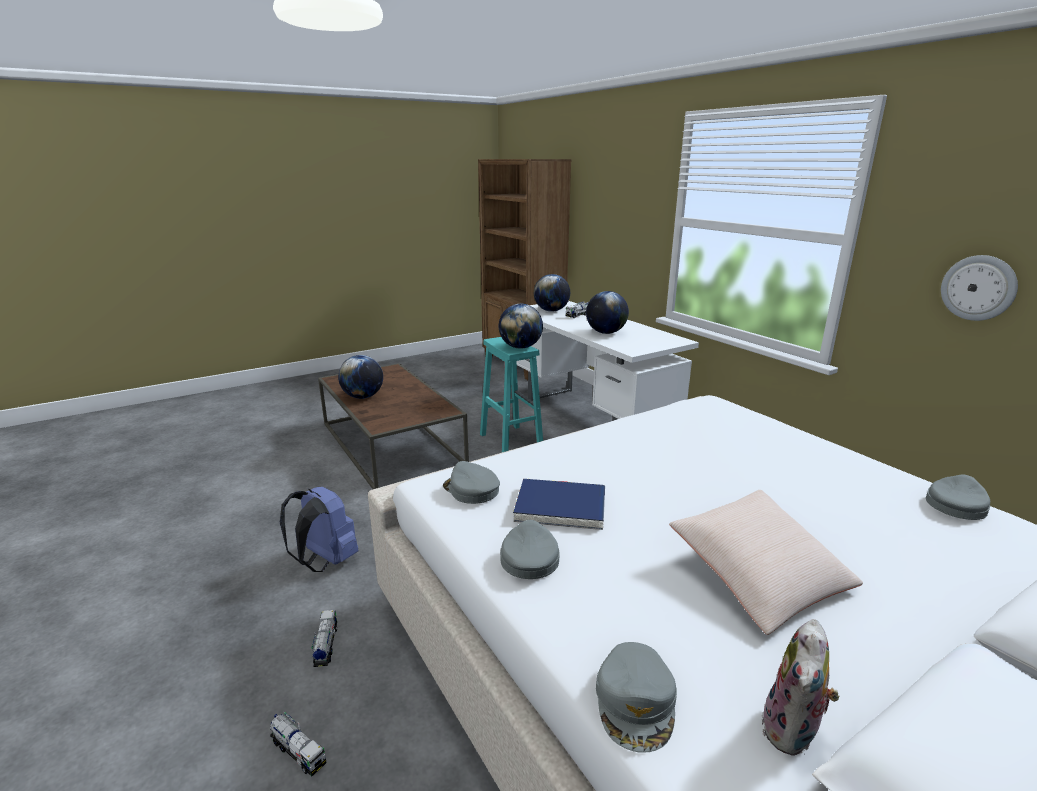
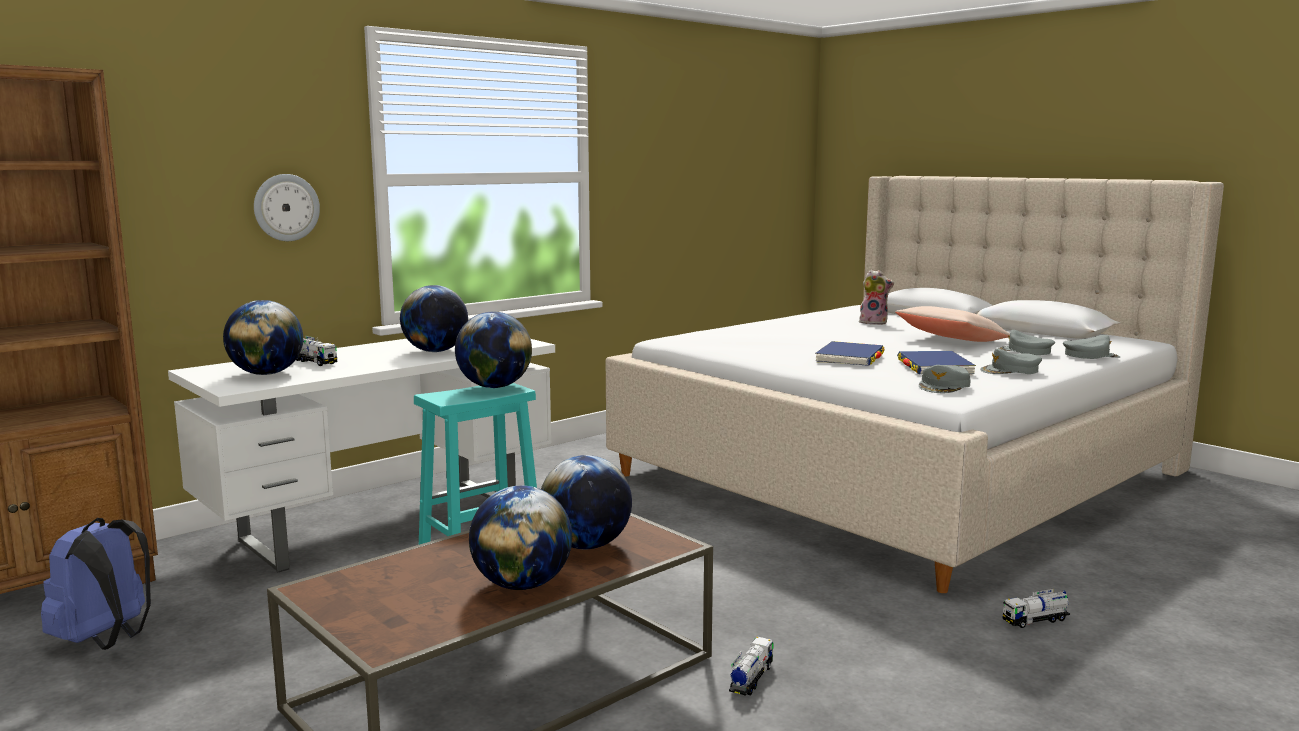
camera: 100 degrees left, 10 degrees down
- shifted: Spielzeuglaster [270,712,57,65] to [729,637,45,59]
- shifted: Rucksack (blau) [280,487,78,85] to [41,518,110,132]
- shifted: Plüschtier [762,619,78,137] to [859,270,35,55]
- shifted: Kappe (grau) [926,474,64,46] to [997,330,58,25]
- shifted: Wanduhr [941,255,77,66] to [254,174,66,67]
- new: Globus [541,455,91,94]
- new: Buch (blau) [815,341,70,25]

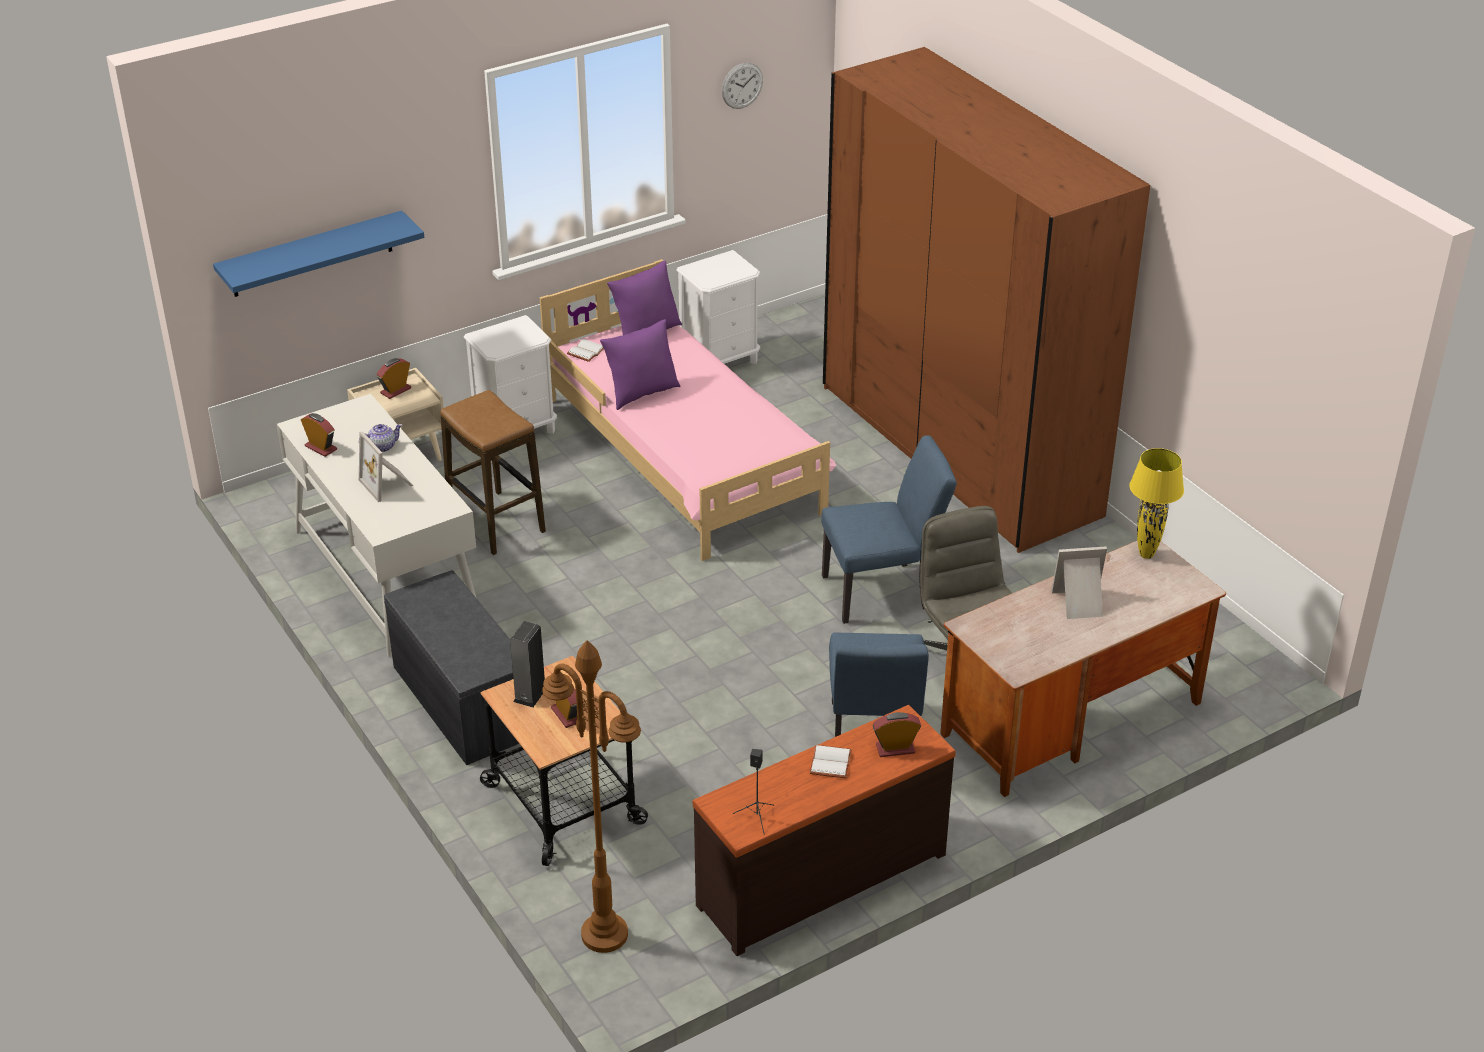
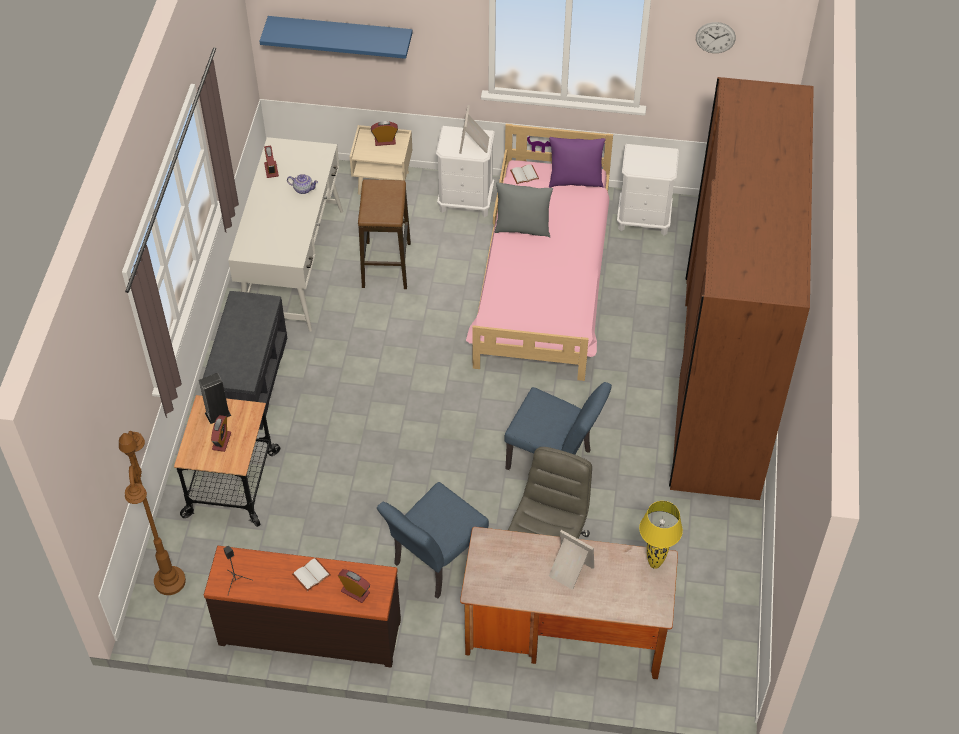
camera: 40 degrees right, 15 degrees up
- shifted: Bilderrahmen [359,431,54,71] to [459,106,30,48]
- repainted: Kissen (lila) [600,319,80,91] to Kissen (grau) [495,182,58,56]

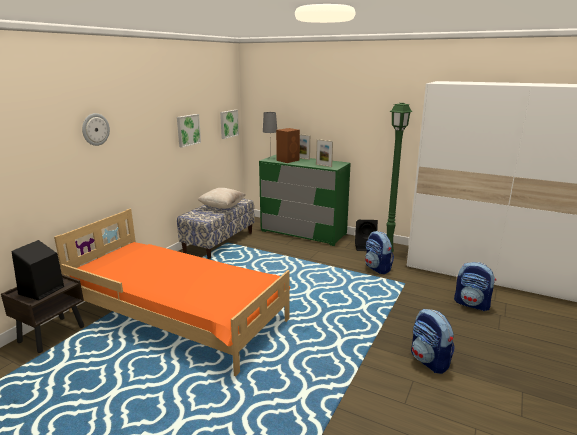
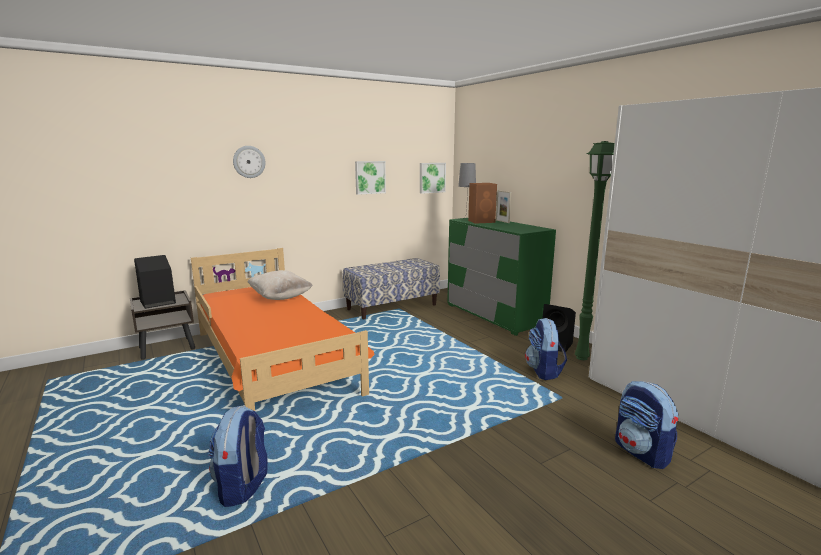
camera: 30 degrees right, 5 degrees down
- shifted: Kissen (beige) [197,188,49,21] to [247,270,66,30]
- gone: Bilderrahmen [316,139,17,28]
- shifted: Rucksack [411,309,44,65] to [208,405,60,102]

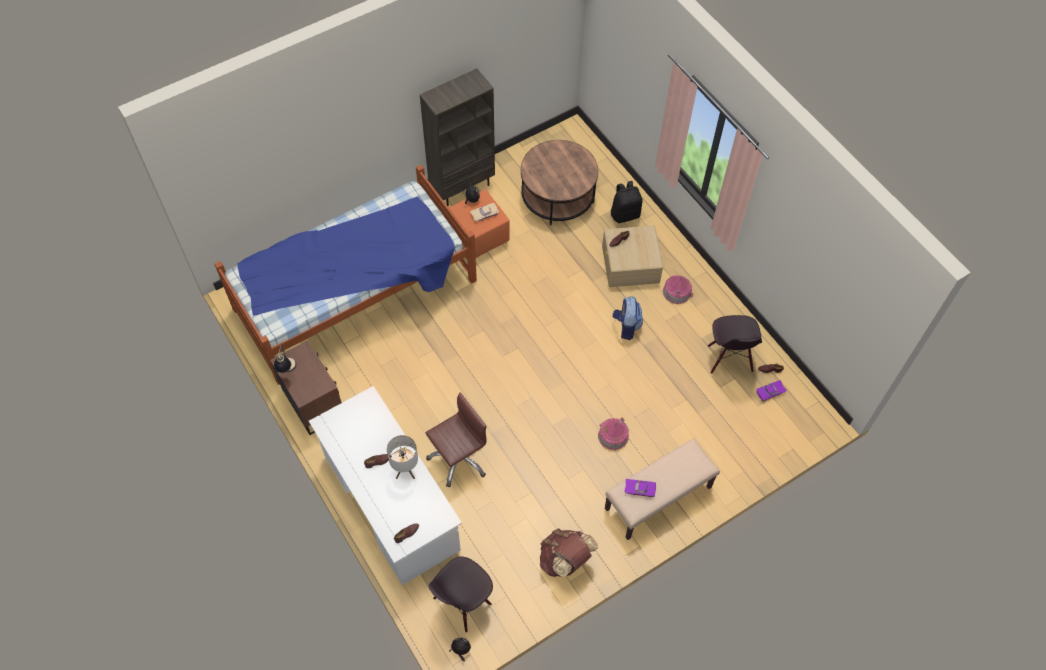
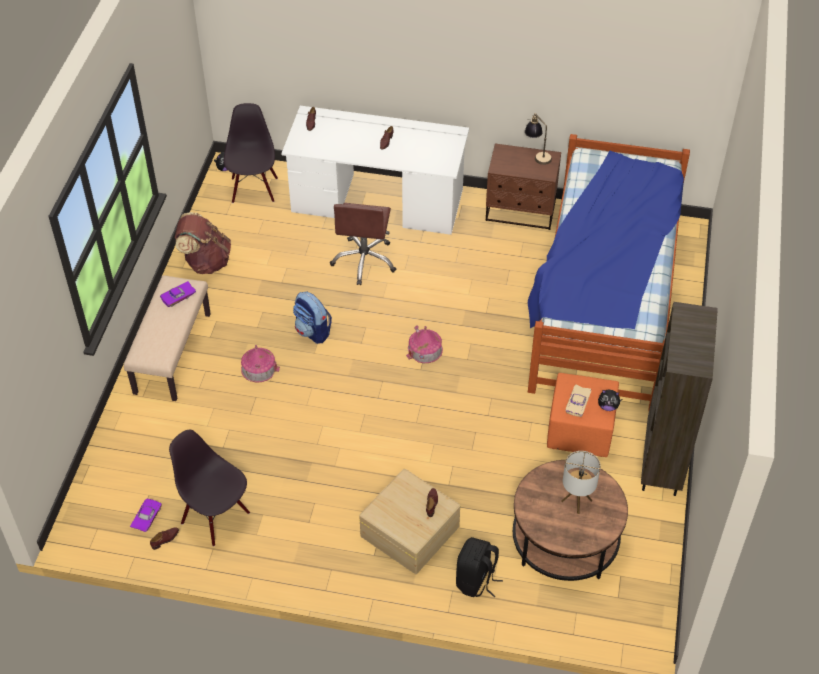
camera: 135 degrees right, 10 degrees down
- shifted: Tischlampe [387,435,31,44] to [561,451,40,63]
- shifted: Rucksack [613,296,30,44] to [293,291,39,53]
- shifted: Spielzeughaus [663,275,31,29] to [406,325,37,38]

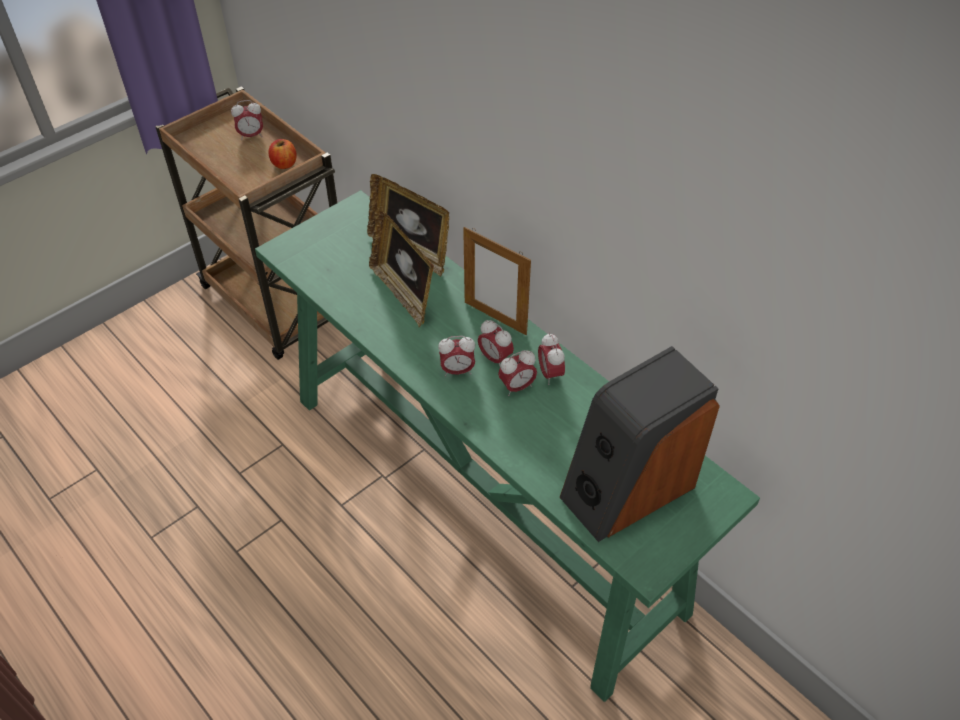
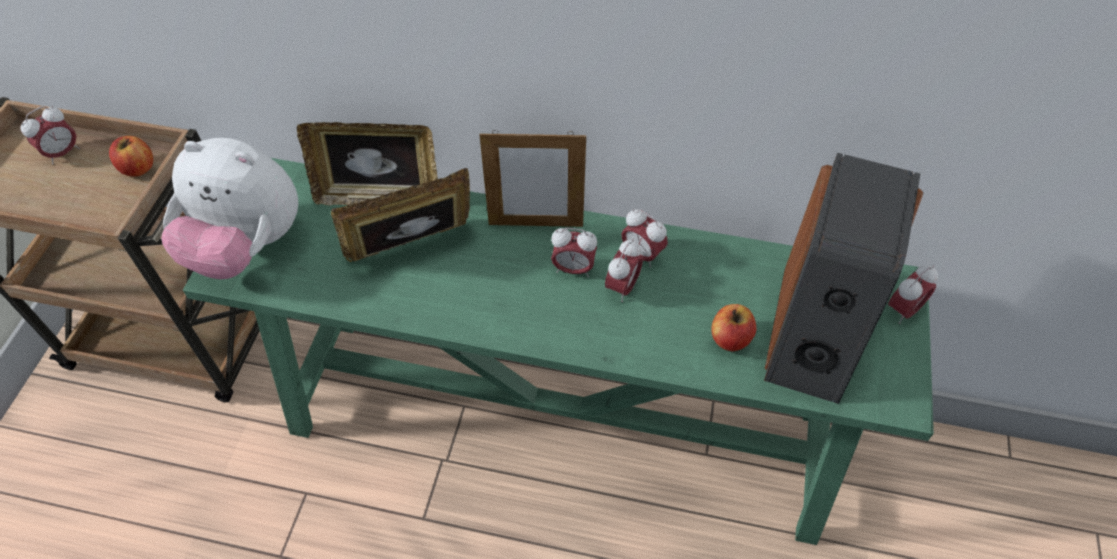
camera: 35 degrees left, 5 degrees up
- rotated: Bilderrahmen [369,208,65,119] = [331,168,139,94] 135 degrees clockwise
- shifted: Wecker [438,336,37,41] to [888,265,50,59]
- new: Plüschtier [161,138,137,141]
- new: Apfel [711,304,45,47]

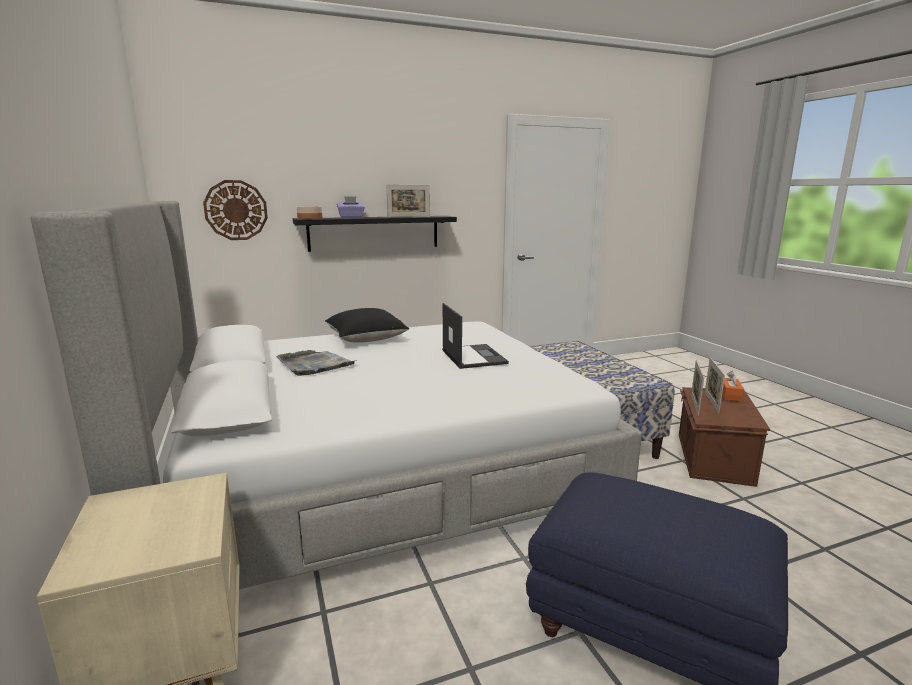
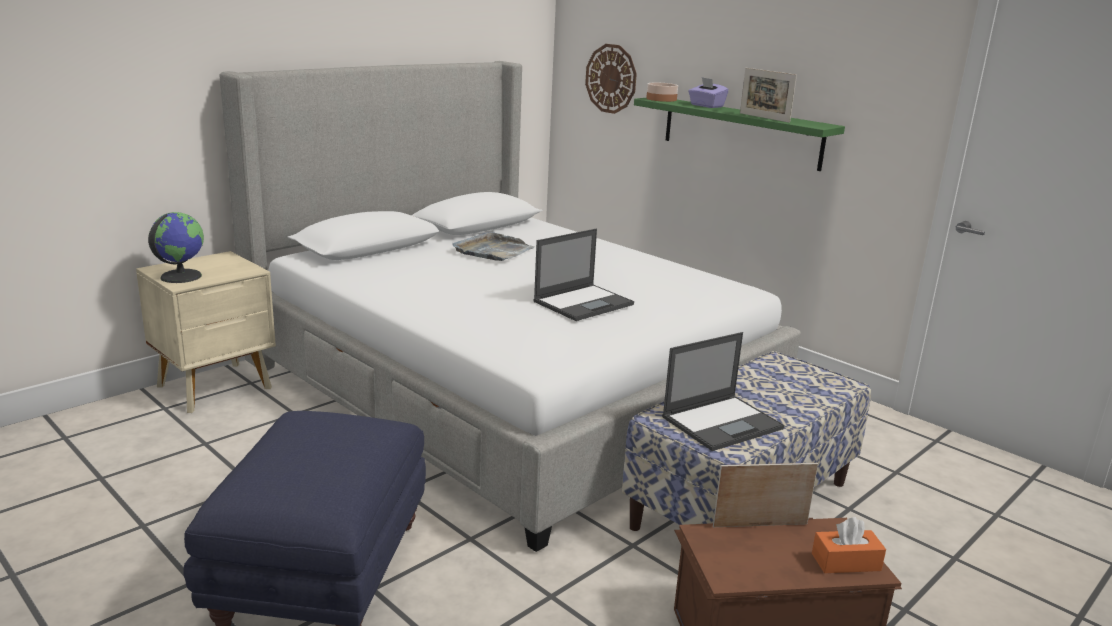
camera: 65 degrees right, 5 degrees up
- repainted: Wandregal (schwarz) [293,216,164,36] to Wandregal (grün) [634,98,211,73]
- gone: Kissen (schwarz) [325,308,84,35]
- gone: Bilderrahmen [705,358,20,55]
- new: Globus [148,212,56,71]
- new: Laptop [662,332,123,119]

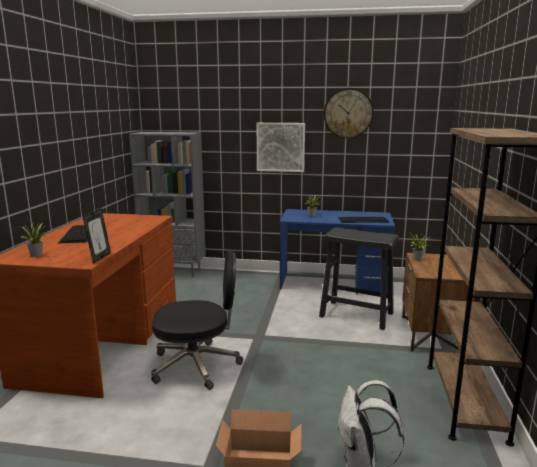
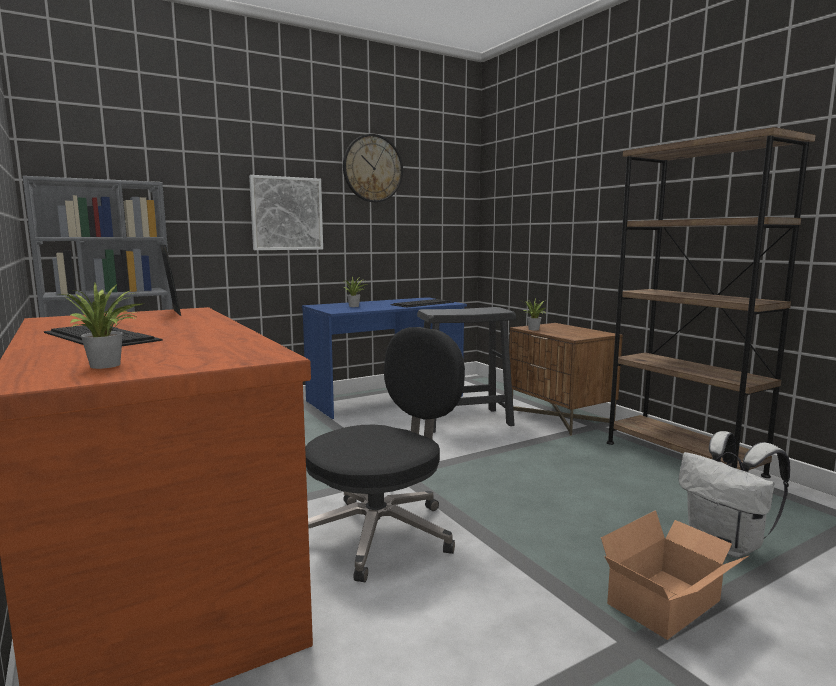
camera: 40 degrees left, 5 degrees down
- shifted: Bilderrahmen [82,208,29,56] to [160,244,21,72]

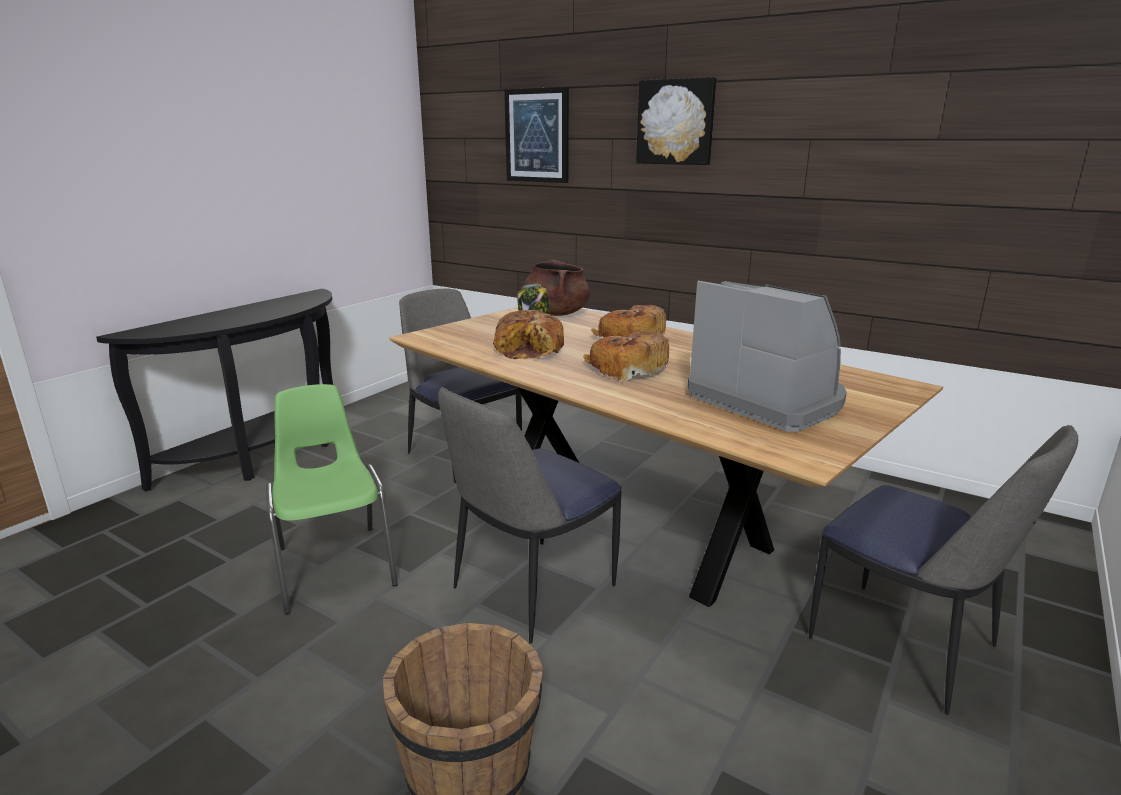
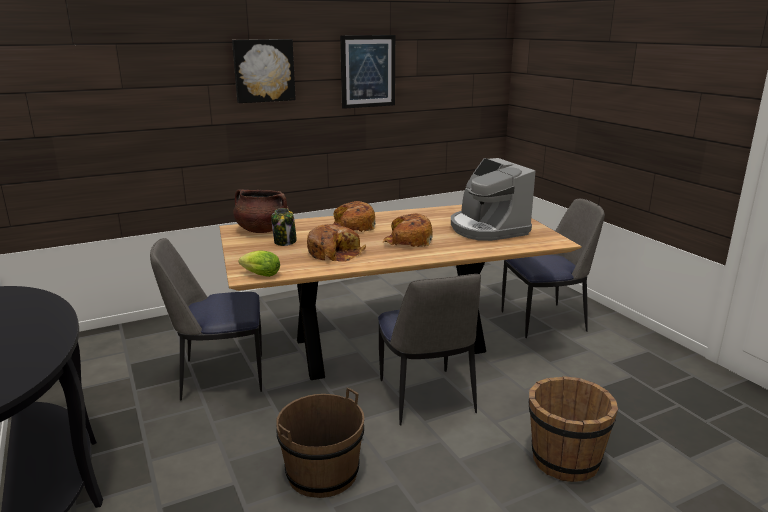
camera: 60 degrees left, 0 degrees up
- swapped: Stuhl (grün) [266,384,132,230] to Eimer (braun) [276,387,88,111]
- shifted: Bild [504,87,65,96] to [340,35,55,74]
- rotated: Kaffeemaschine [688,281,159,151] = [451,158,84,83] 105 degrees counterclockwise
- new: Salatkopf [239,250,41,27]

